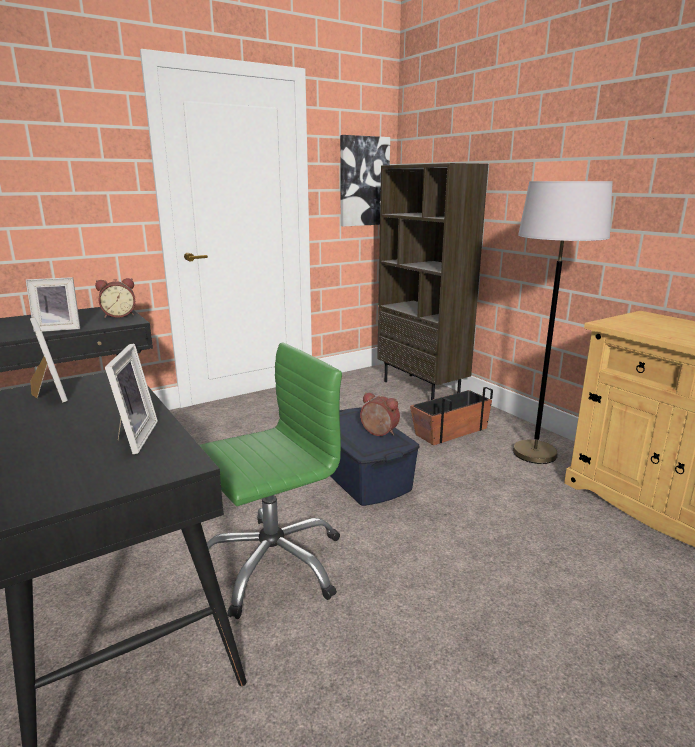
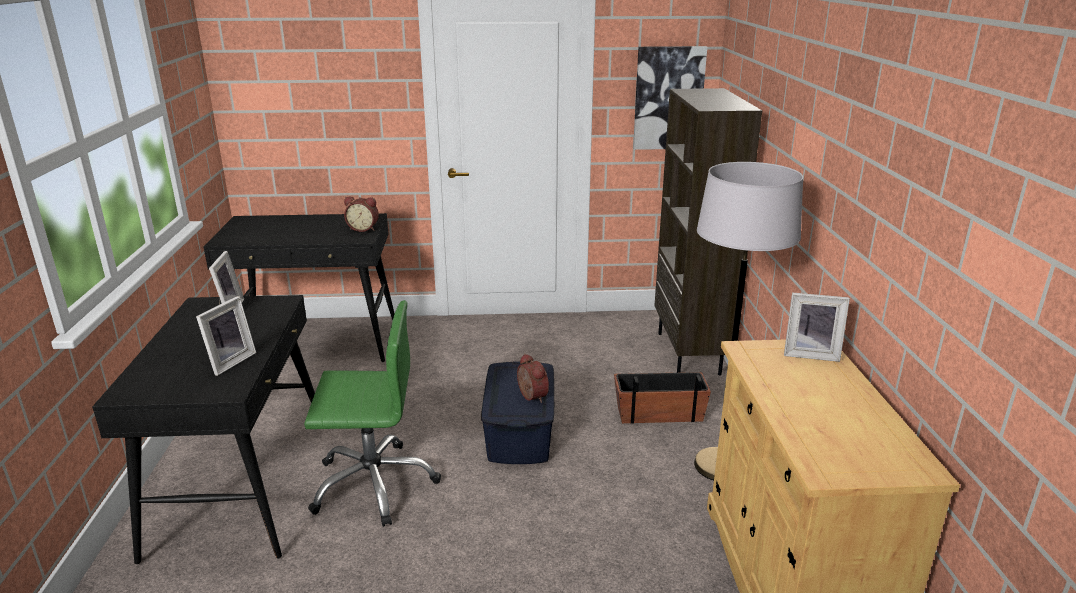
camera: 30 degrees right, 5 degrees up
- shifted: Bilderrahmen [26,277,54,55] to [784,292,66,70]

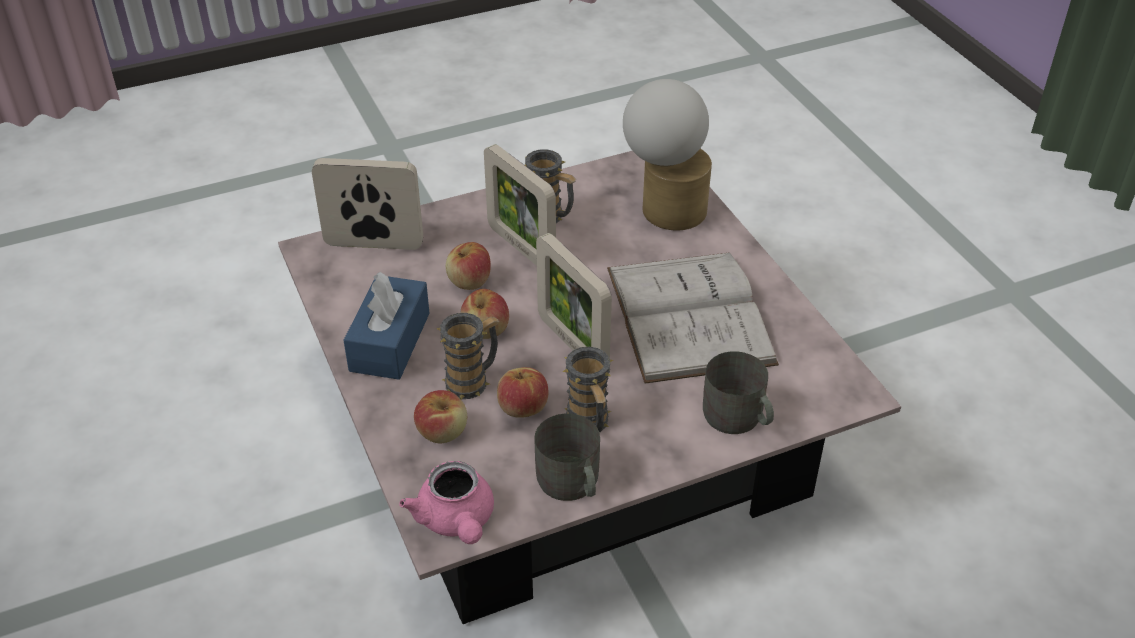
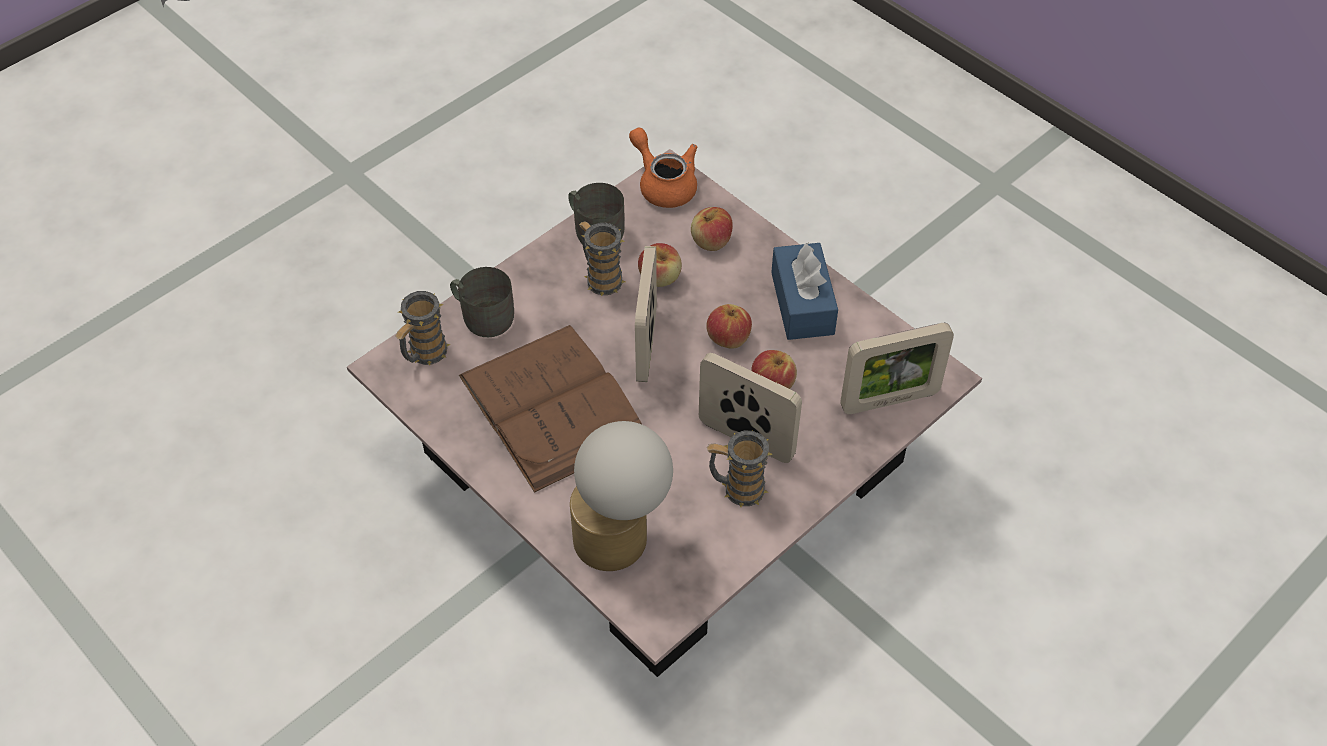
camera: 160 degrees right, 10 degrees up
- repainted: Teekanne (rosa) [399,461,95,83] to Teekanne (orange) [629,128,68,80]
- shifted: Henkelbecher [437,313,62,87] to [395,291,56,75]
- rotated: Bilderrahmen [536,233,76,126] = [635,246,22,136] 120 degrees counterclockwise
- repainted: Buch (weiß) [607,252,172,132] to Buch (braun) [459,325,183,168]

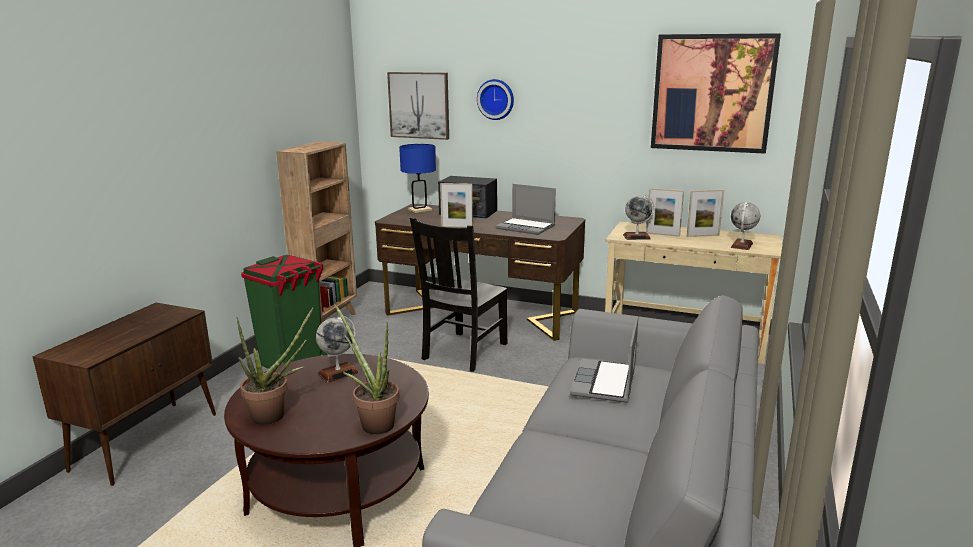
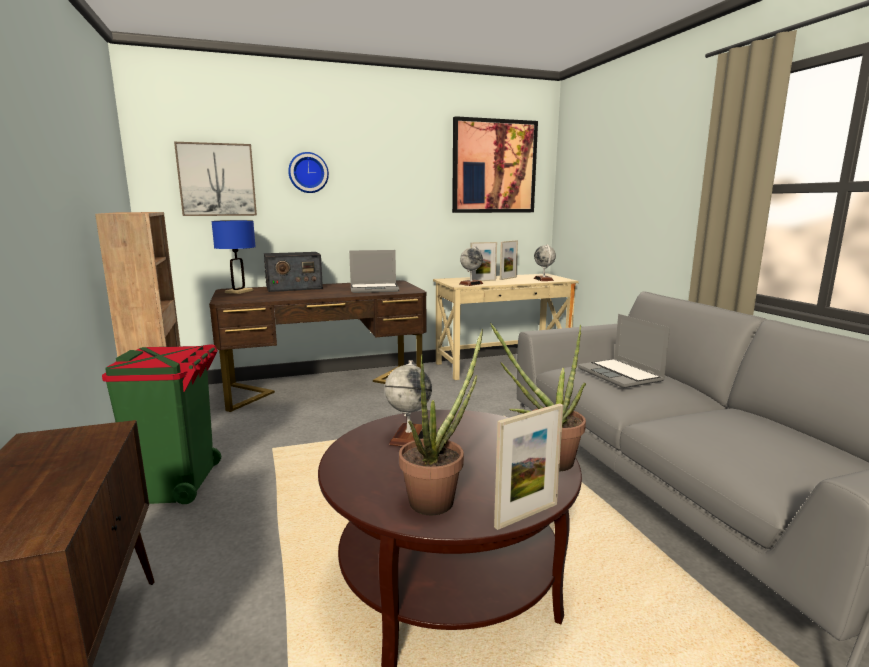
camera: 40 degrees left, 5 degrees down
- gone: Stuhl (schwarz) [410,218,98,154]
- shifted: Bilderrahmen [440,183,33,44] to [494,403,69,127]

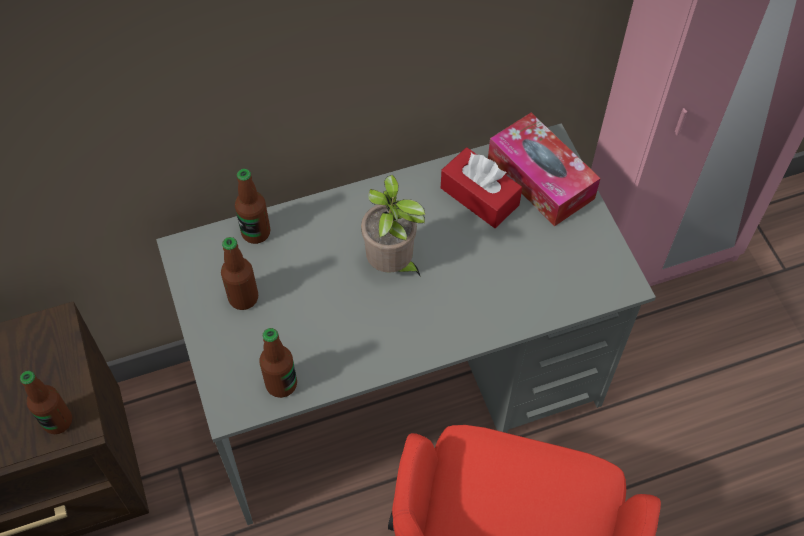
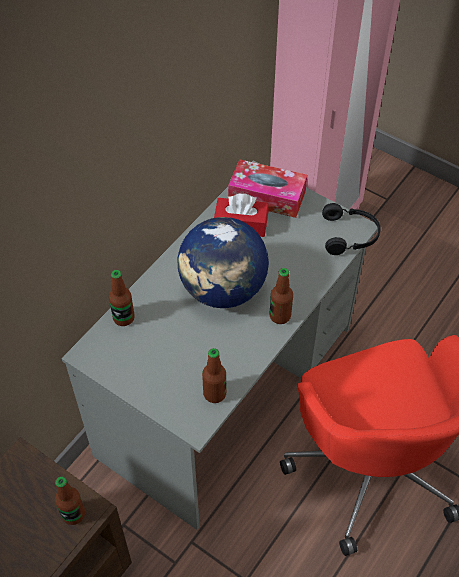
camera: 35 degrees left, 5 degrees down
- shifted: Flasche [221,237,37,73] to [269,268,24,56]
- swapped: Topfpflanze [361,175,64,102] to Globus [178,217,91,91]
- new: Kopfhörer (schwarz) [322,203,59,52]

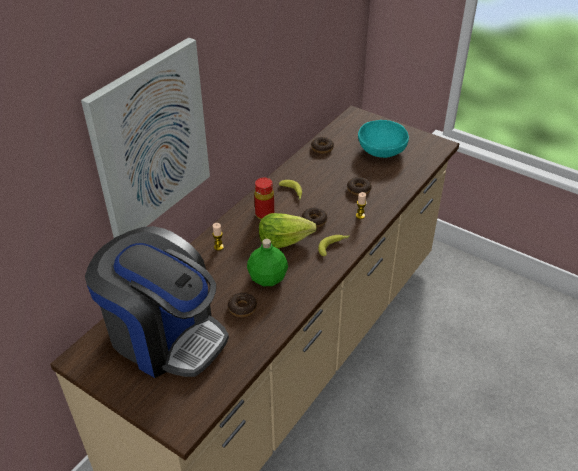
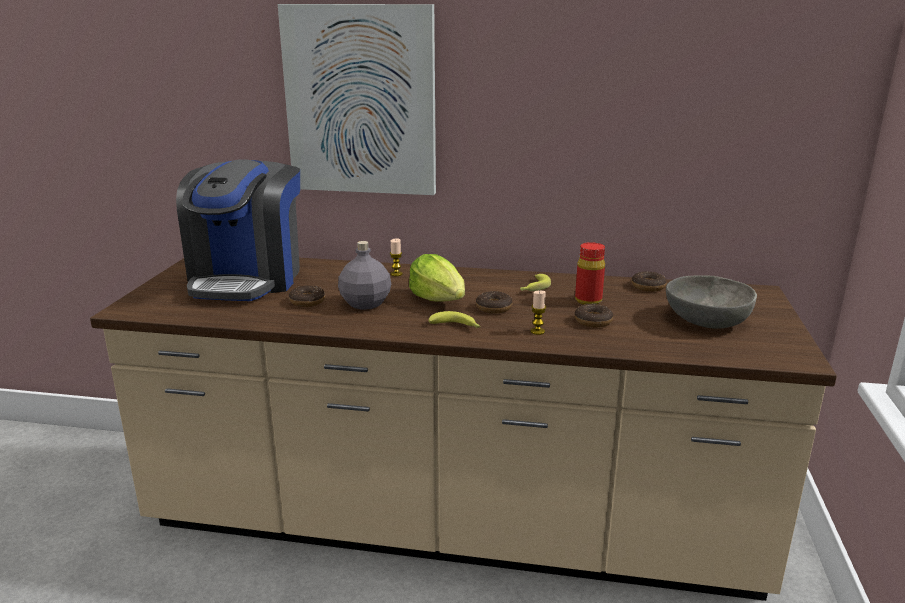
camera: 65 degrees right, 20 degrees down
- repainted: Flasche (grün) [247,239,41,47] to Flasche (grau) [338,241,53,69]
- shifted: Flasche (rot) [254,178,20,42] to [575,242,30,63]
- repainted: Schüssel (türkis) [358,120,51,38] to Schüssel (grau) [666,275,91,54]

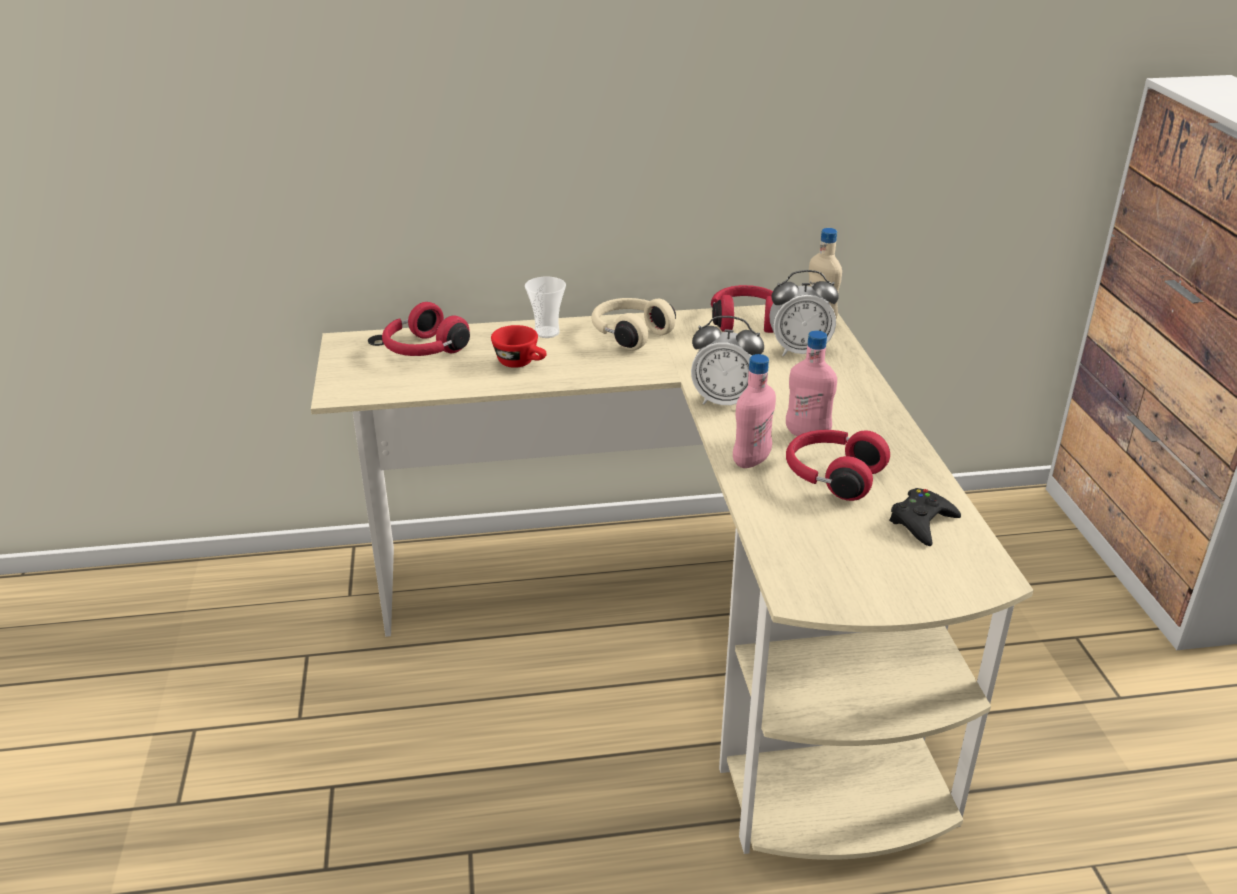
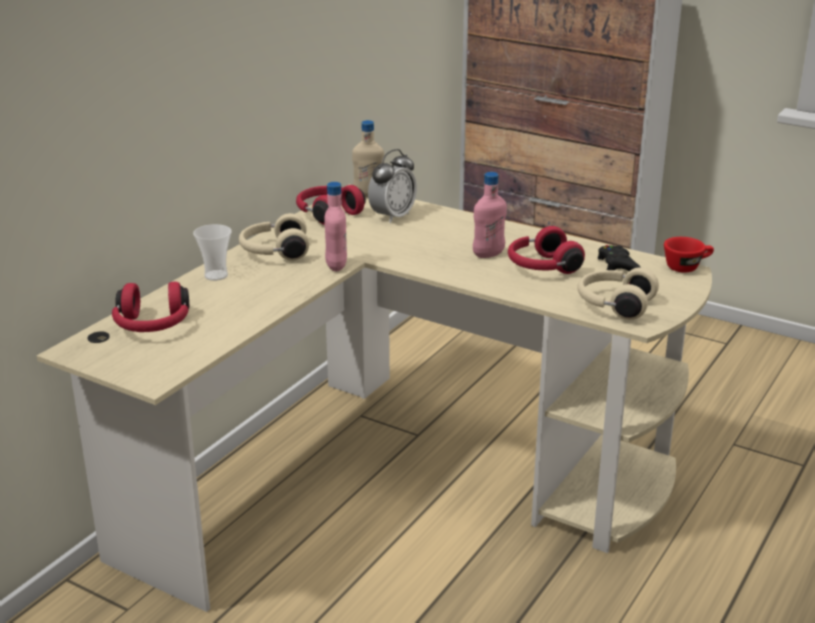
camera: 50 degrees left, 5 degrees down
- shifted: Tasse (rot) [491,325,56,43] to [664,237,50,36]
- gone: Wecker [691,316,73,89]
- shifted: Flasche (rosa) [733,354,43,114] to [324,182,23,89]
- new: Kopfhörer (beige) [578,267,81,53]

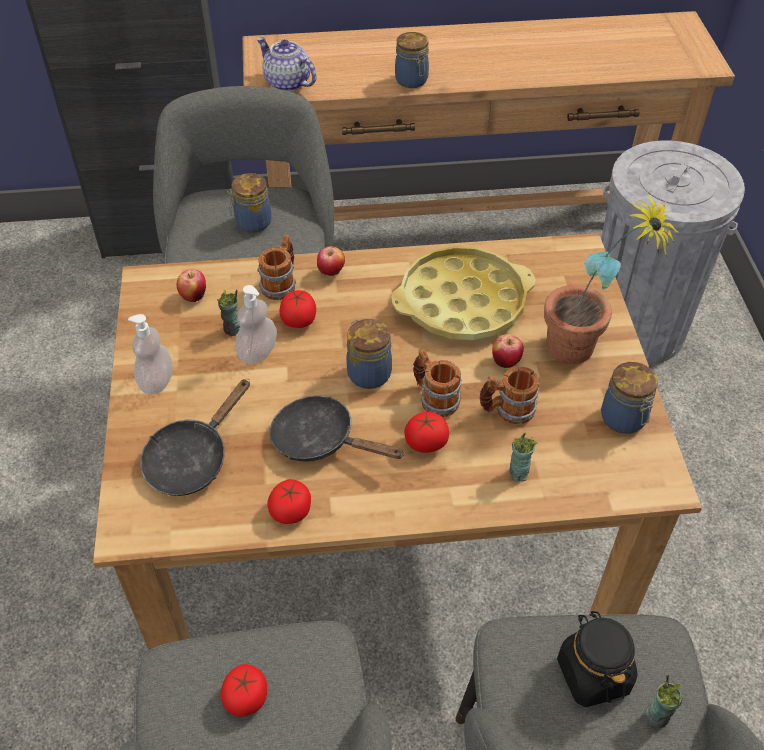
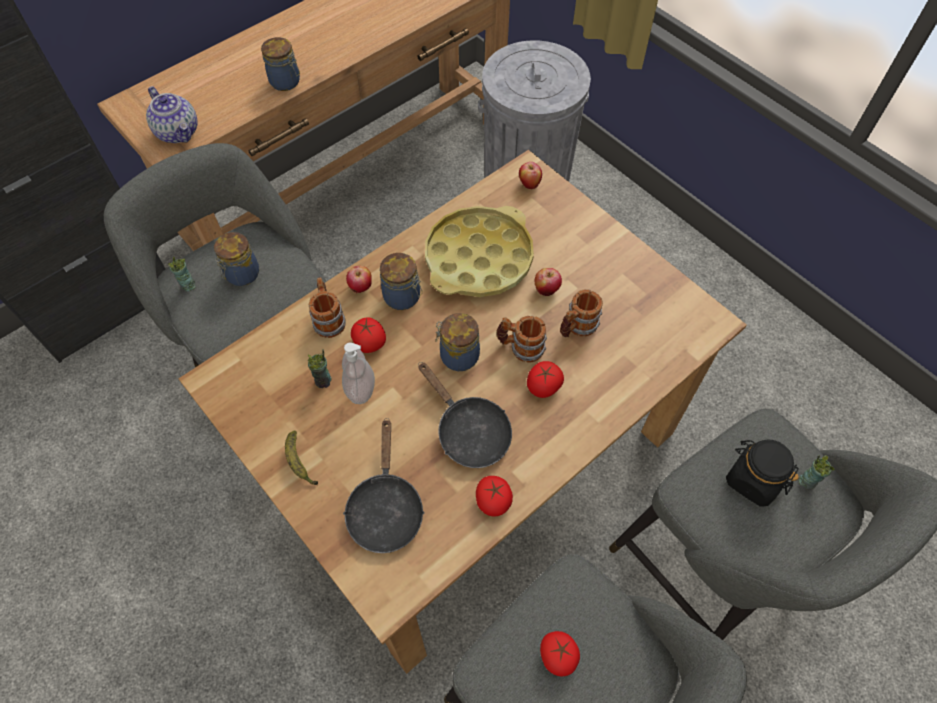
camera: 35 degrees left, 10 degrees up
- swapped: Seifenspender [128,314,45,80] to Banane [285,431,33,54]
- shifted: Apfel [177,269,29,33] to [519,162,23,27]
- rotated: Teekanne [257,37,60,55] = [146,86,52,57] 135 degrees counterclockwise
- rotated: Pfanne (schwarz) [269,396,136,66] = [418,362,94,106] 120 degrees counterclockwise
- shifted: Tasse [509,433,29,48] to [168,257,28,35]
- gone: Topfpflanze [544,192,135,172]
- shifted: Vorratsglas [601,362,57,72] to [380,253,42,57]

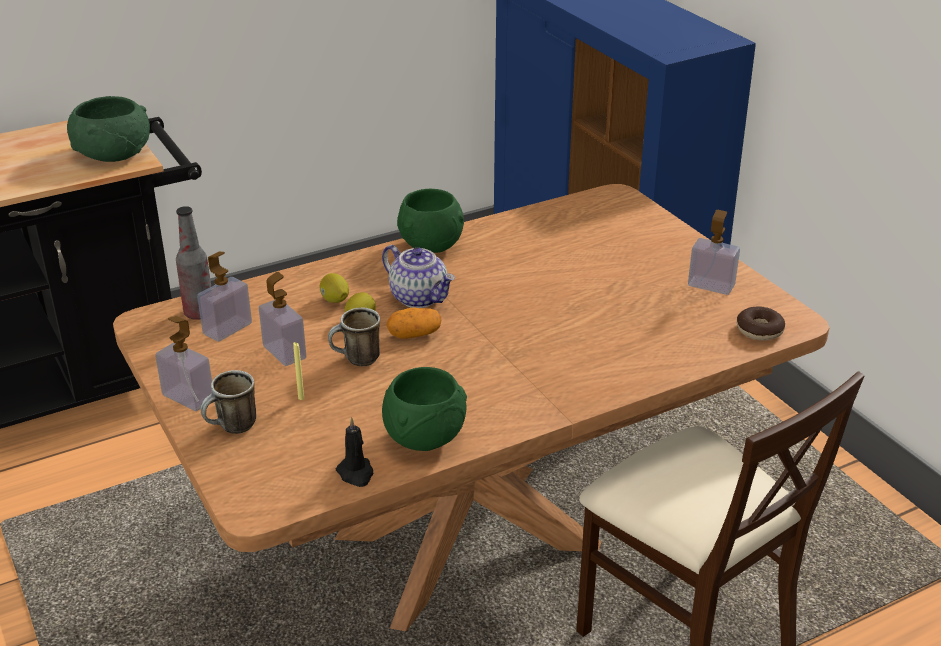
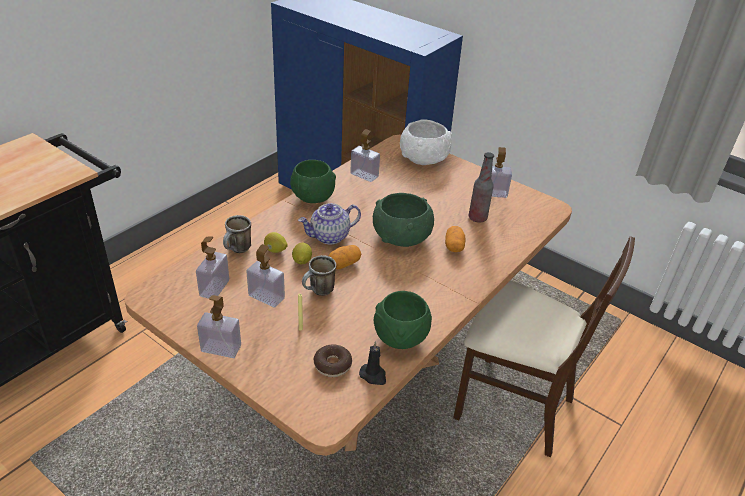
camera: 25 degrees left, 5 degrees up
- shifted: Schüssel (grün) [67,96,83,66] to [373,193,61,54]
- shifted: Flasche [176,206,35,114] to [469,152,25,71]
- shifted: Henkelbecher [201,370,56,64] to [223,215,28,38]
- rotated: Teekanne [382,245,73,63] = [298,203,63,41] 135 degrees clockwise
- shifted: Donut [737,307,48,34] to [314,344,38,33]
- new: Seifenspender [350,129,30,53]
- new: Schüssel (weiß) [400,119,52,46]
- new: Kartoffel [445,226,21,26]

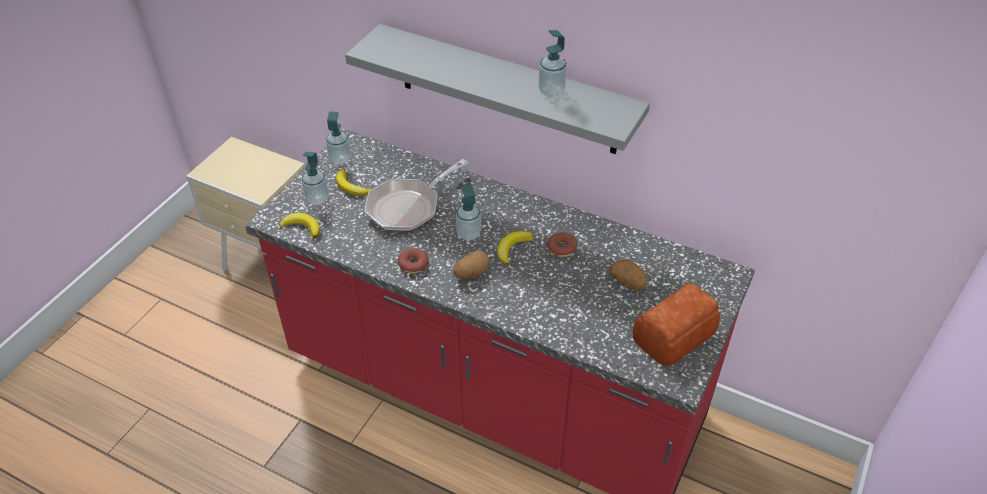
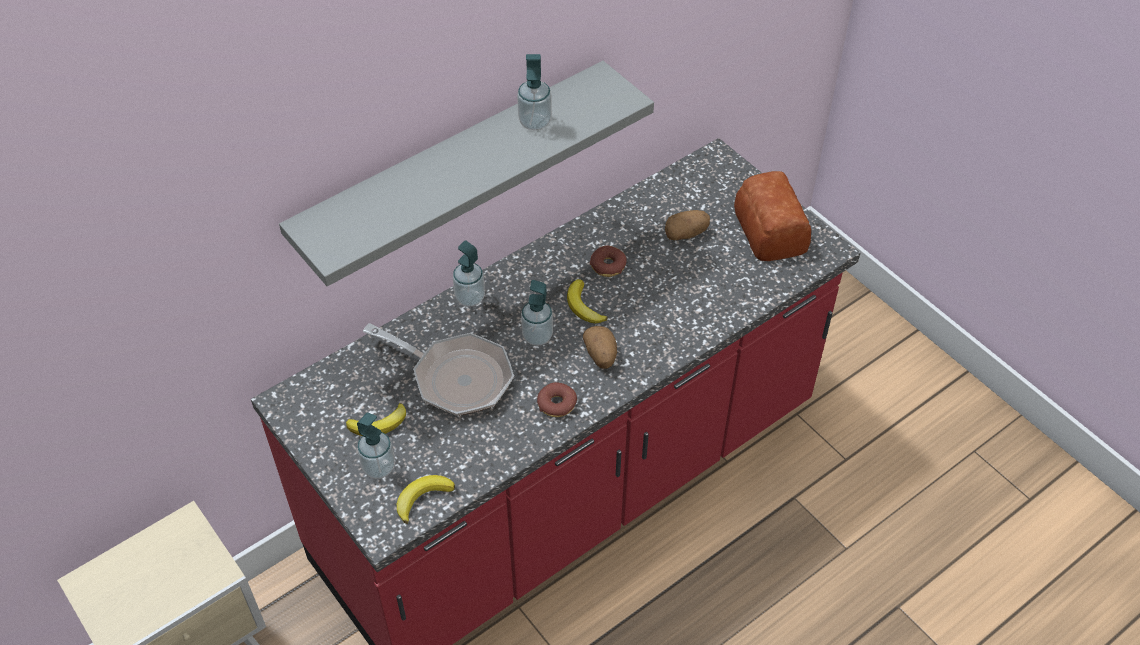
camera: 65 degrees left, 5 degrees up
- shifted: Seifenspender [326,111,25,54] to [453,240,32,67]
- rotated: Pfanne [365,159,103,72] = [363,323,151,93] 45 degrees counterclockwise

